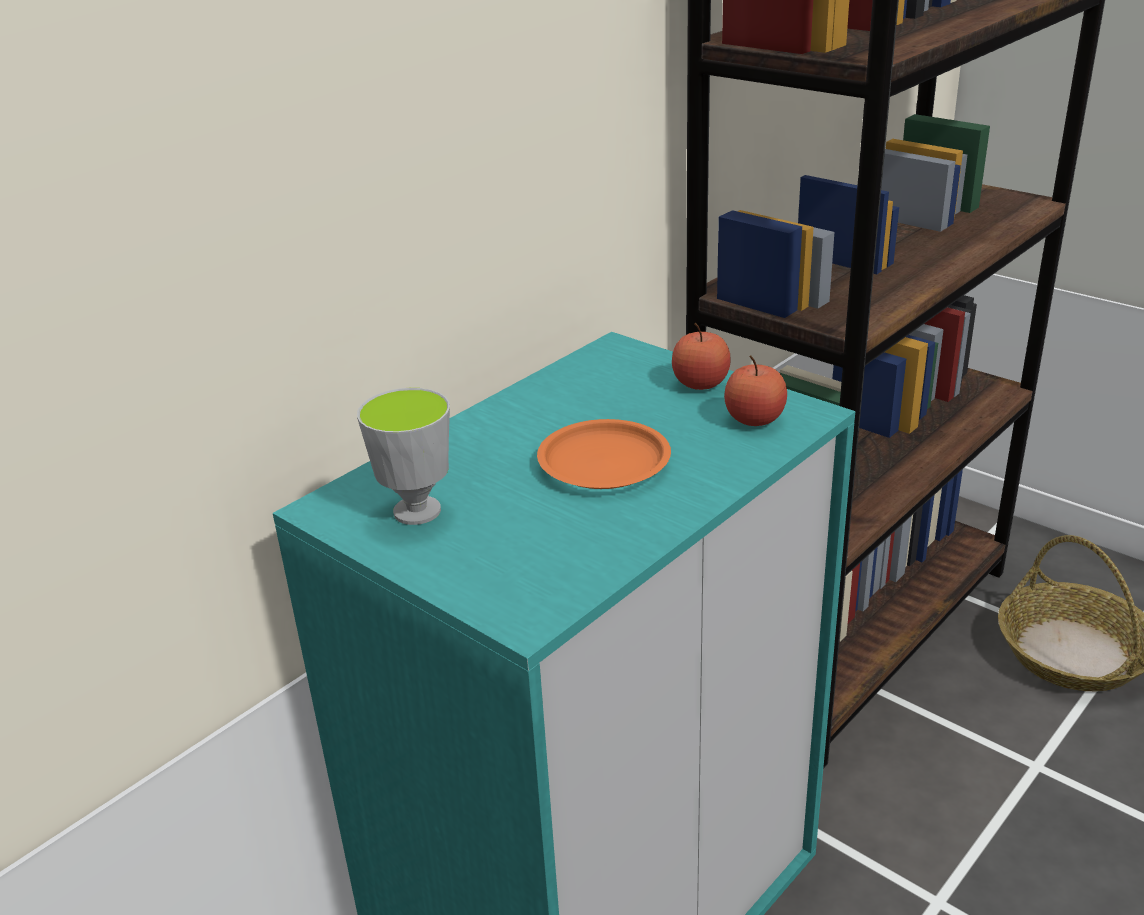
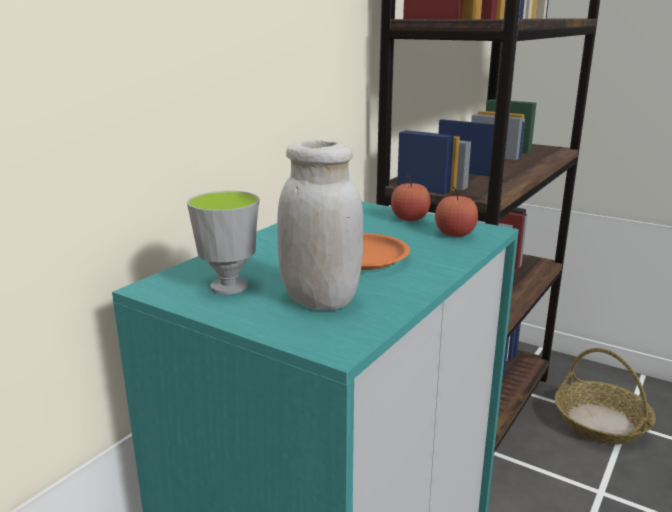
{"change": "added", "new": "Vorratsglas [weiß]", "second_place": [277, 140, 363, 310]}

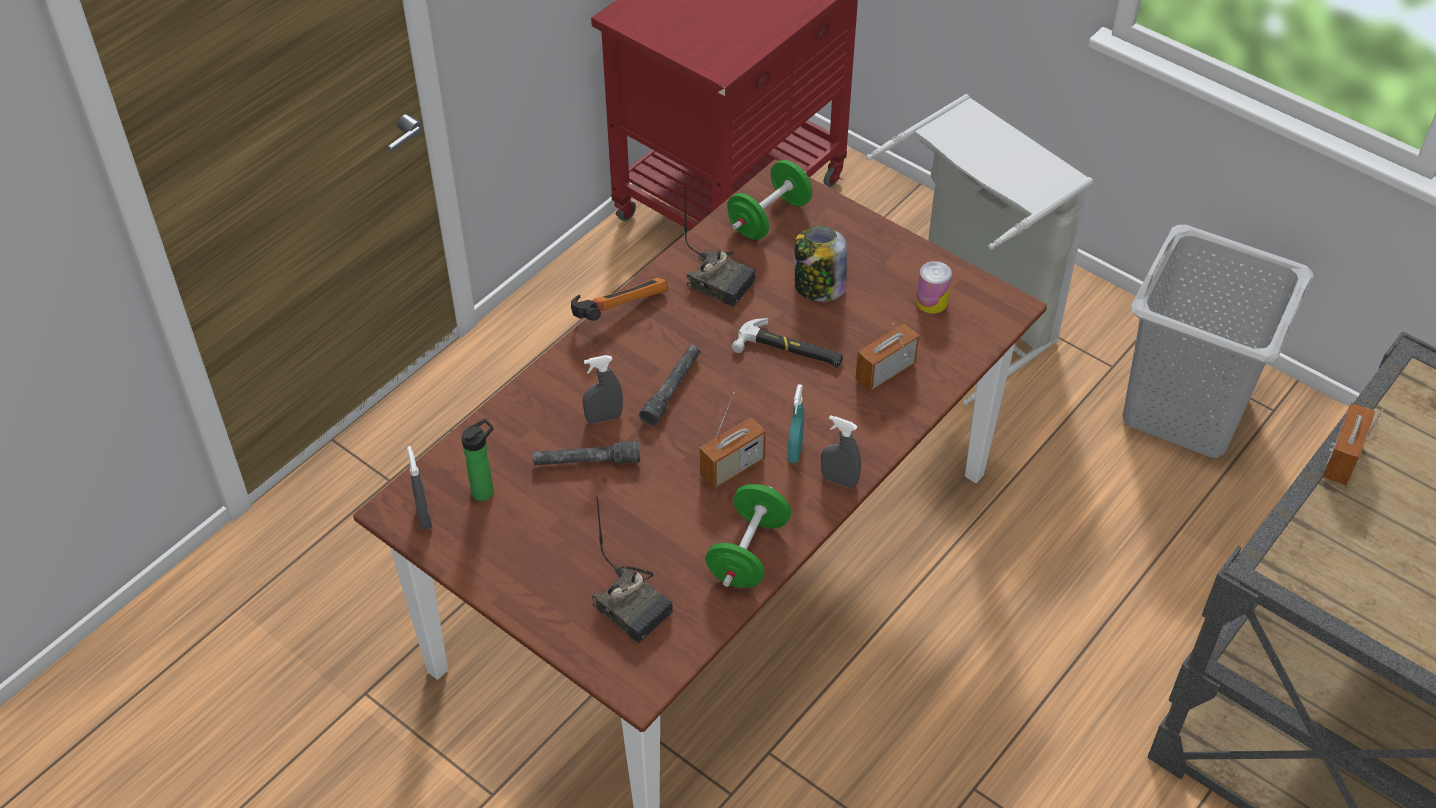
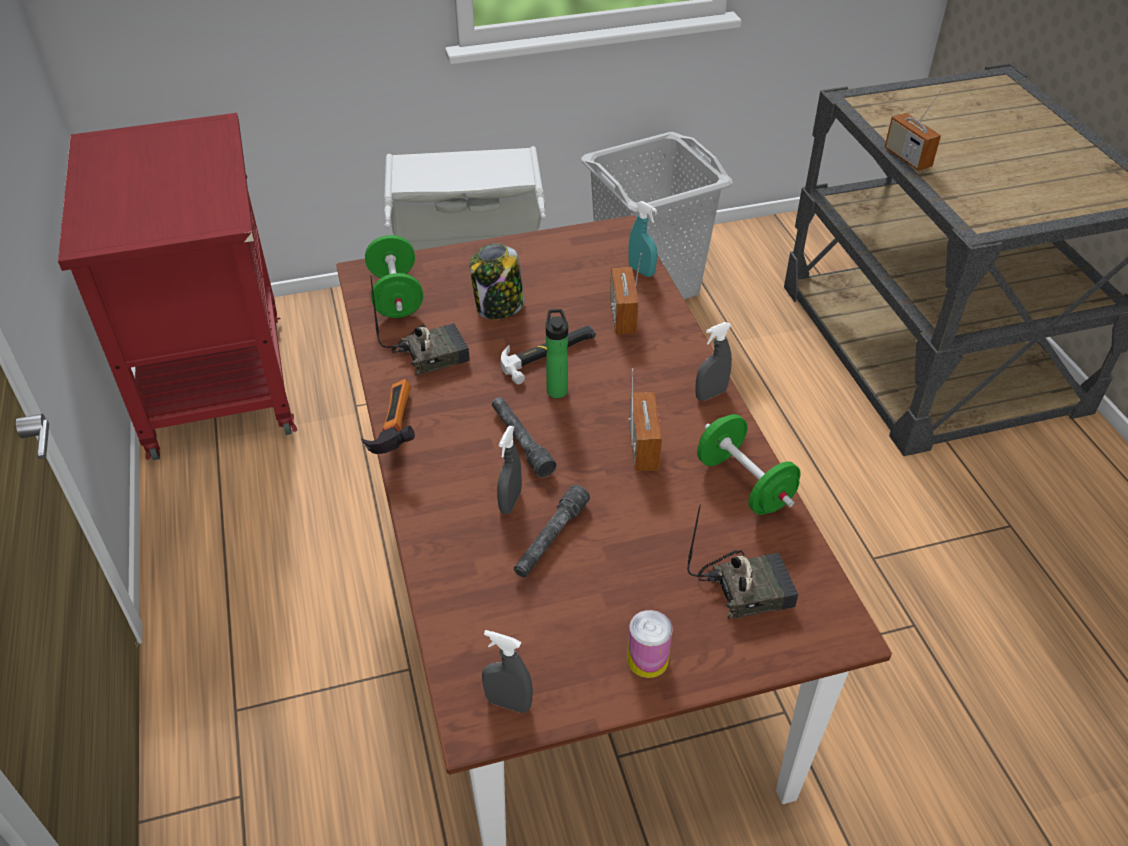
{"change": "moved", "old": "Flasche", "first_place": [461, 419, 494, 501], "second_place": [546, 309, 568, 398]}
{"change": "moved", "old": "Sprühflasche [türkis]", "first_place": [787, 384, 804, 463], "second_place": [628, 201, 657, 277]}
{"change": "moved", "old": "Dose", "first_place": [916, 261, 952, 314], "second_place": [627, 610, 673, 678]}

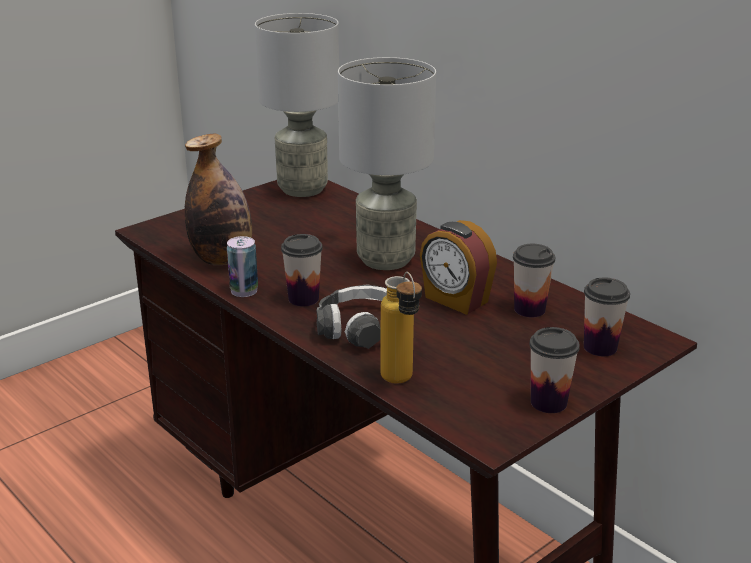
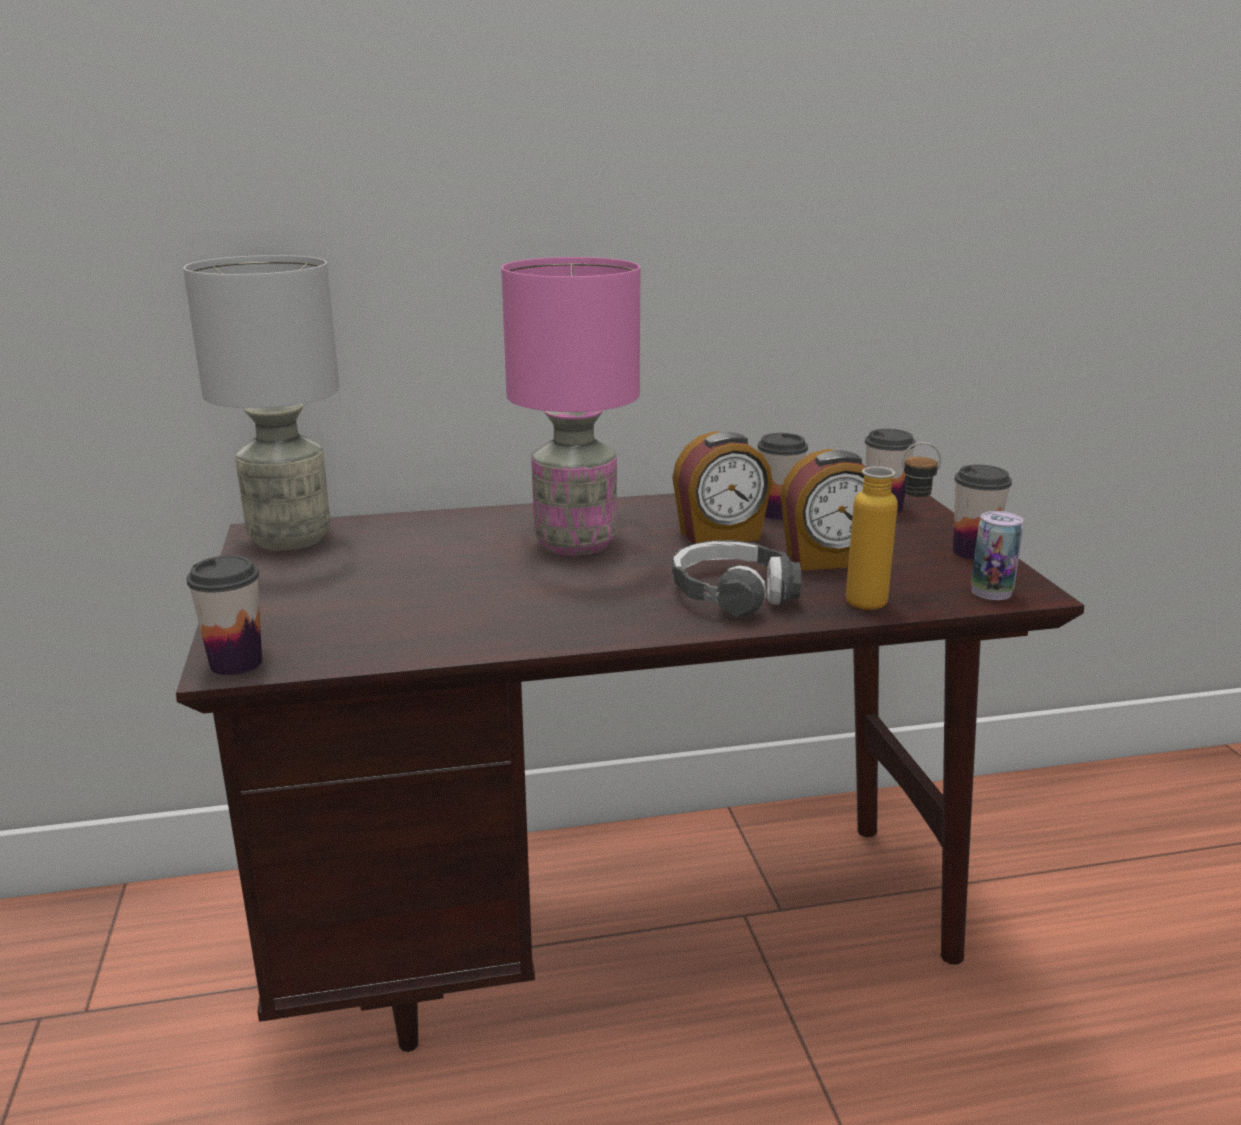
{"change": "removed", "old": "Flasche", "first_place": [185, 134, 252, 265]}
{"change": "moved", "old": "Dose", "first_place": [227, 236, 258, 297], "second_place": [971, 511, 1024, 600]}
{"change": "moved", "old": "Tasse", "first_place": [281, 234, 323, 306], "second_place": [186, 555, 262, 675]}
{"change": "recoloured", "old": "Tischlampe [grau]", "new": "Tischlampe [rosa]", "first_place": [338, 57, 436, 270], "second_place": [501, 257, 640, 556]}
{"change": "added", "new": "Wecker", "second_place": [780, 449, 866, 571]}

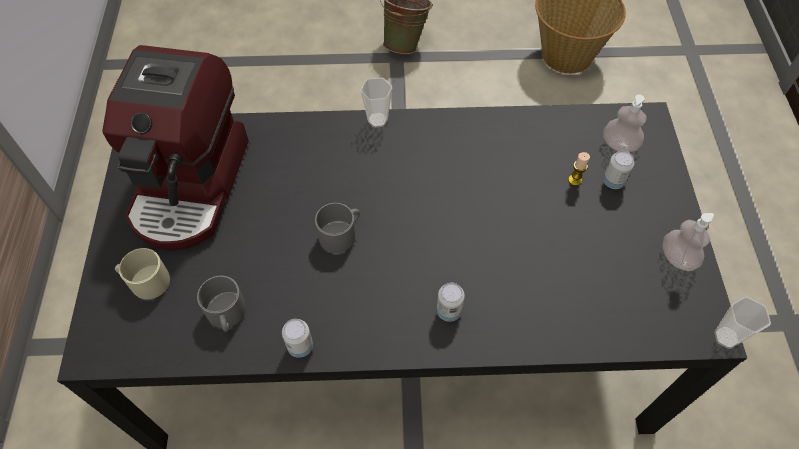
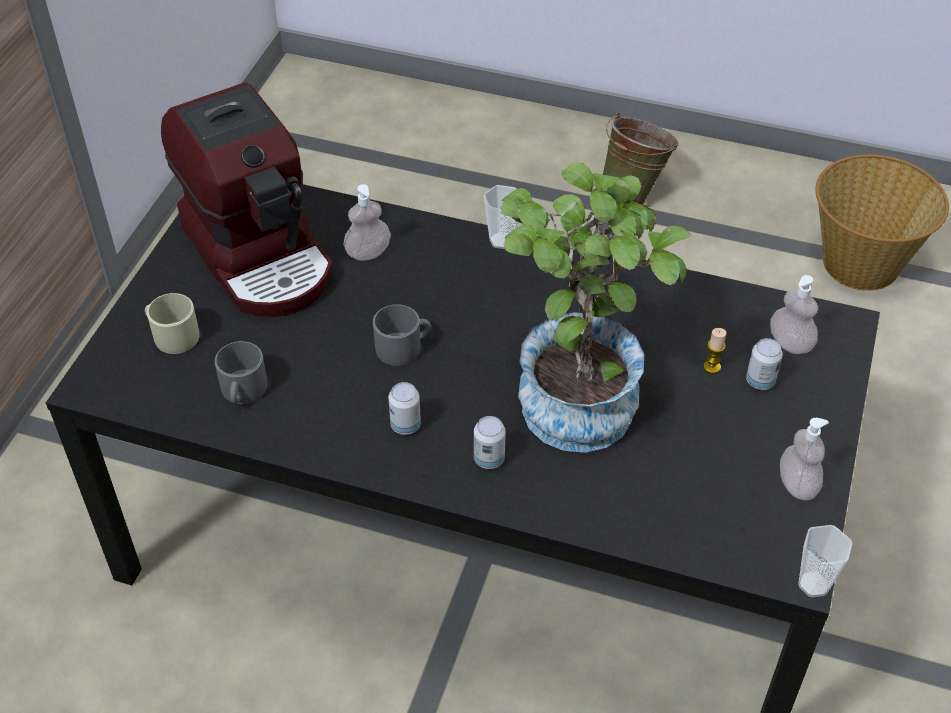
{"change": "turned", "old": "Kaffeemaschine", "first_place": [102, 45, 249, 251], "second_place": [161, 82, 333, 317], "degrees": -60}
{"change": "moved", "old": "Dose", "first_place": [282, 319, 313, 358], "second_place": [388, 382, 421, 435]}
{"change": "added", "new": "Seifenspender", "second_place": [343, 184, 391, 261]}
{"change": "added", "new": "Topfpflanze", "second_place": [500, 163, 691, 453]}

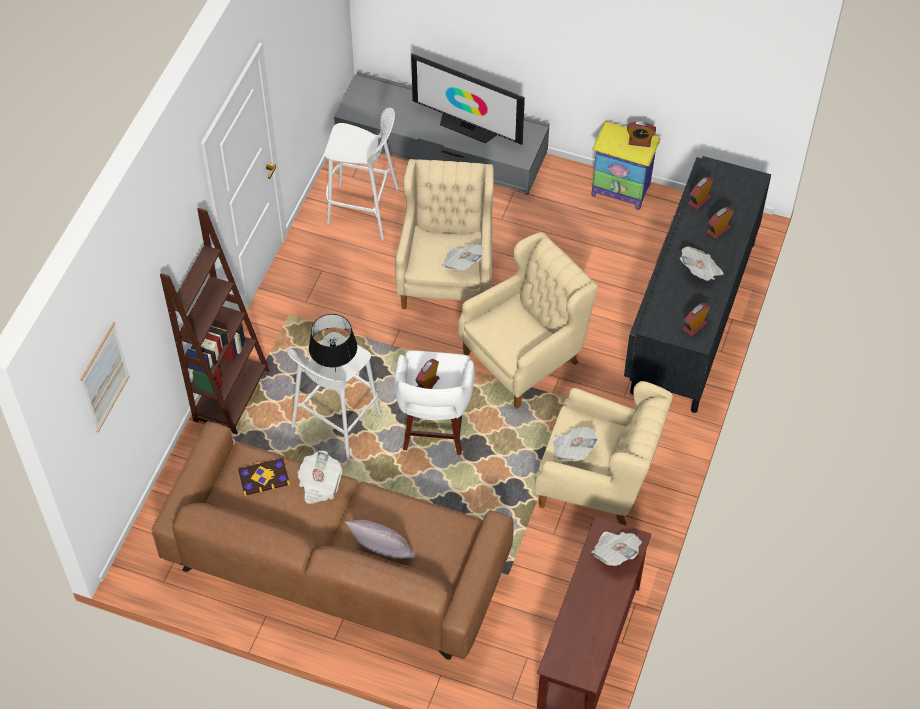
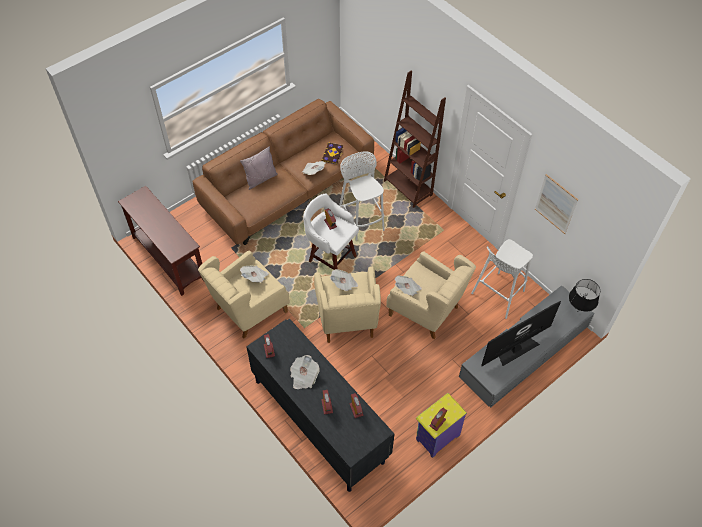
{"change": "moved", "old": "Bild", "first_place": [80, 322, 130, 432], "second_place": [535, 174, 578, 234]}
{"change": "moved", "old": "Tischlampe [schwarz]", "first_place": [309, 314, 357, 372], "second_place": [569, 279, 600, 313]}
{"change": "moved", "old": "Zeitung", "first_place": [591, 531, 642, 566], "second_place": [330, 269, 358, 291]}

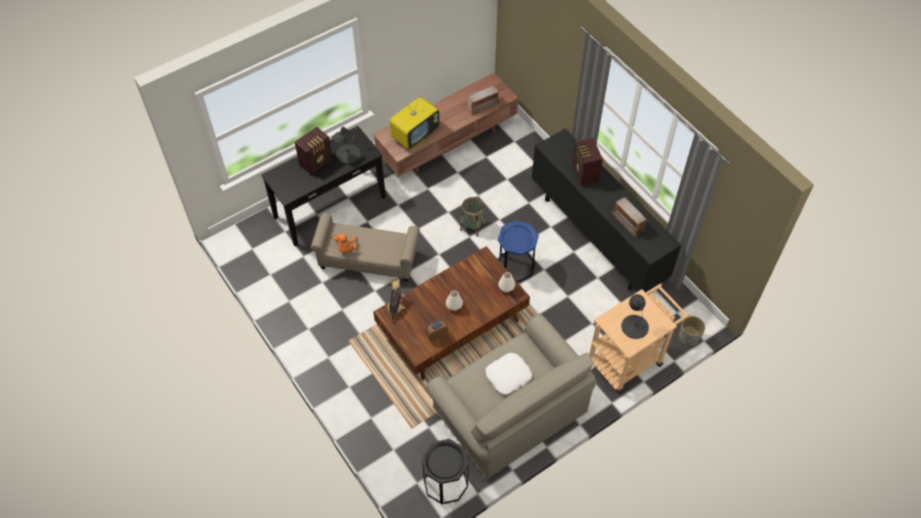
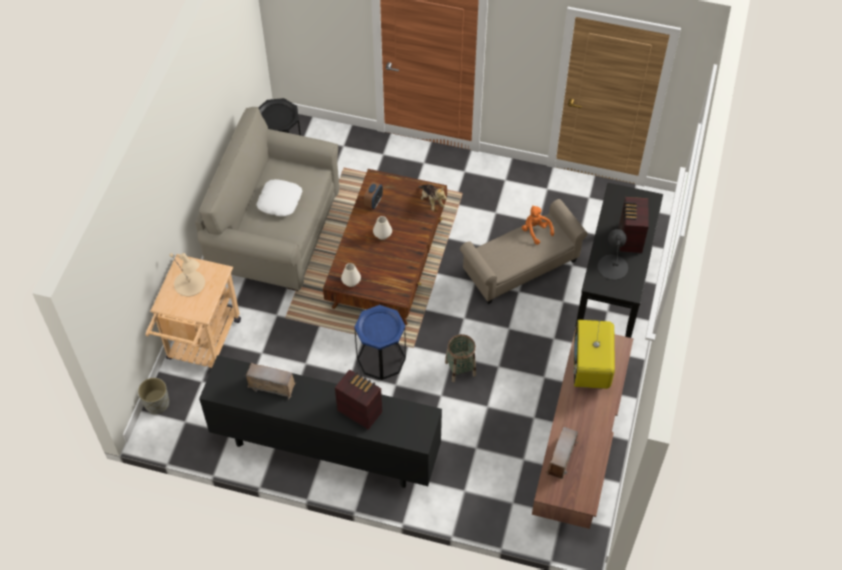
{"change": "recoloured", "old": "Tischlampe [schwarz]", "new": "Tischlampe [beige]", "first_place": [621, 294, 649, 339], "second_place": [169, 253, 205, 296]}

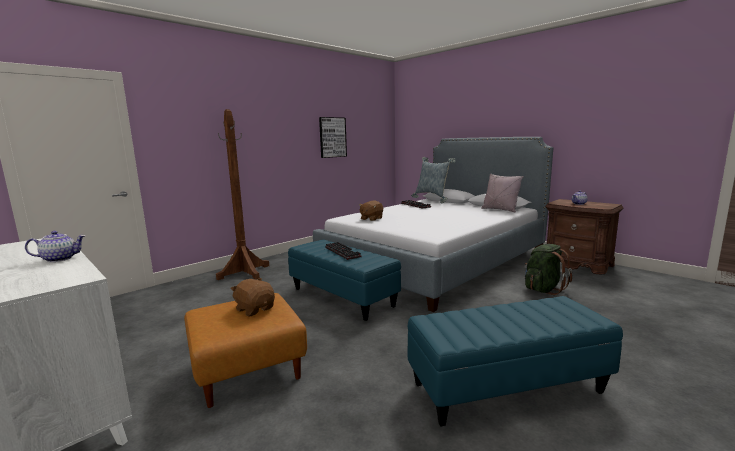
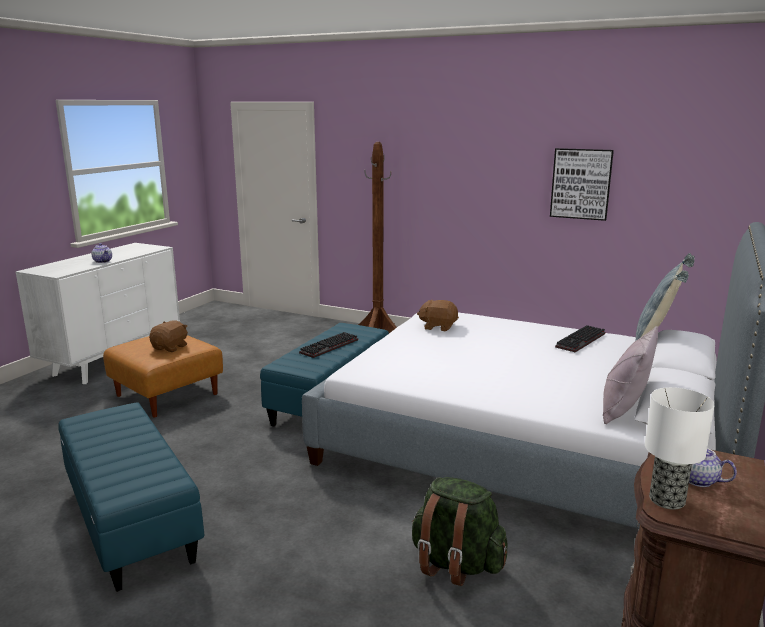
{"change": "added", "new": "Tischlampe", "second_place": [645, 387, 715, 510]}

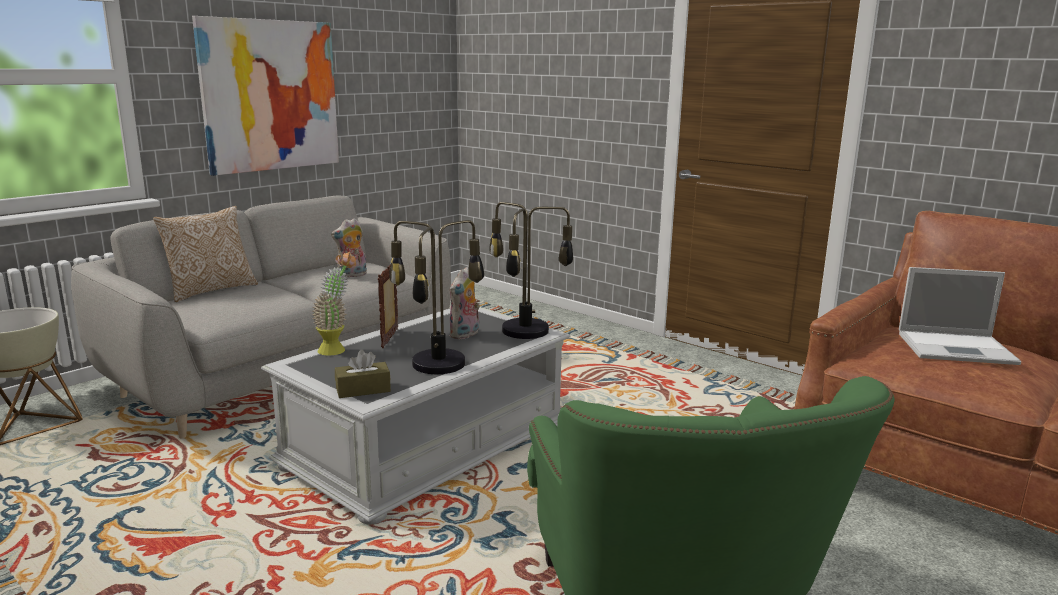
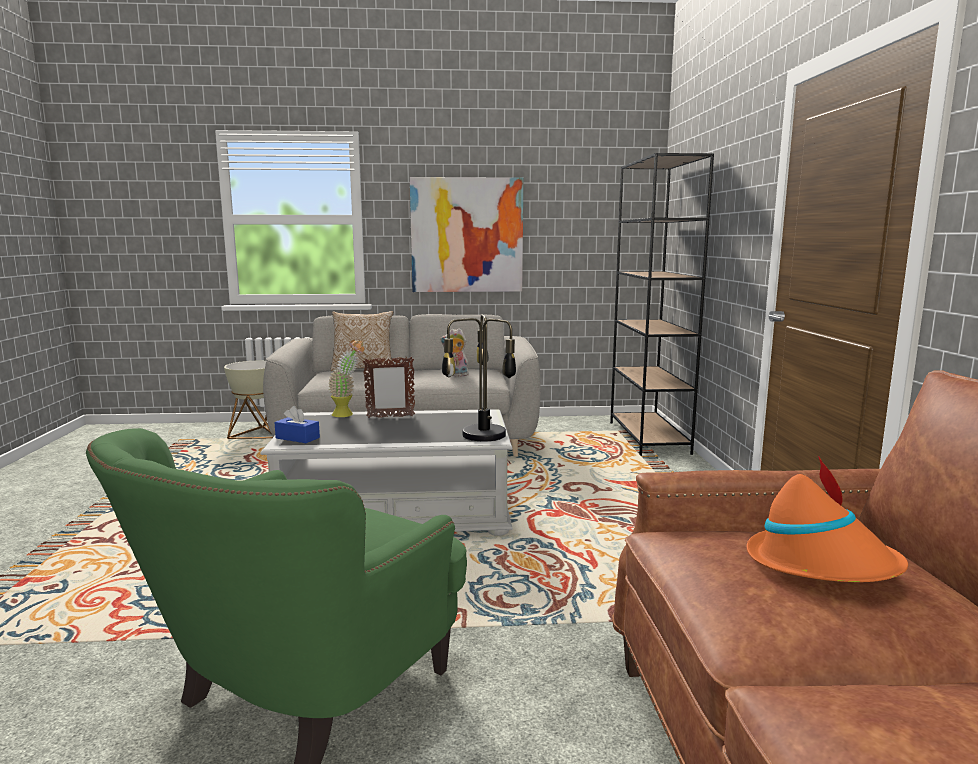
{"change": "recoloured", "old": "Taschentuchbox [braun]", "new": "Taschentuchbox [blau]", "first_place": [335, 350, 391, 398], "second_place": [274, 406, 320, 443]}
{"change": "turned", "old": "Bilderrahmen", "first_place": [378, 264, 398, 348], "second_place": [363, 357, 415, 418], "degrees": -150}
{"change": "removed", "old": "Tischlampe", "first_place": [389, 220, 484, 374]}
{"change": "removed", "old": "Plüschtier", "first_place": [449, 267, 480, 339]}
{"change": "replaced", "old": "Laptop", "new": "Hut [orange]", "first_place": [899, 267, 1021, 365], "second_place": [747, 456, 908, 582]}
{"change": "added", "new": "Bücherregal [beige]", "second_place": [610, 153, 714, 456]}

